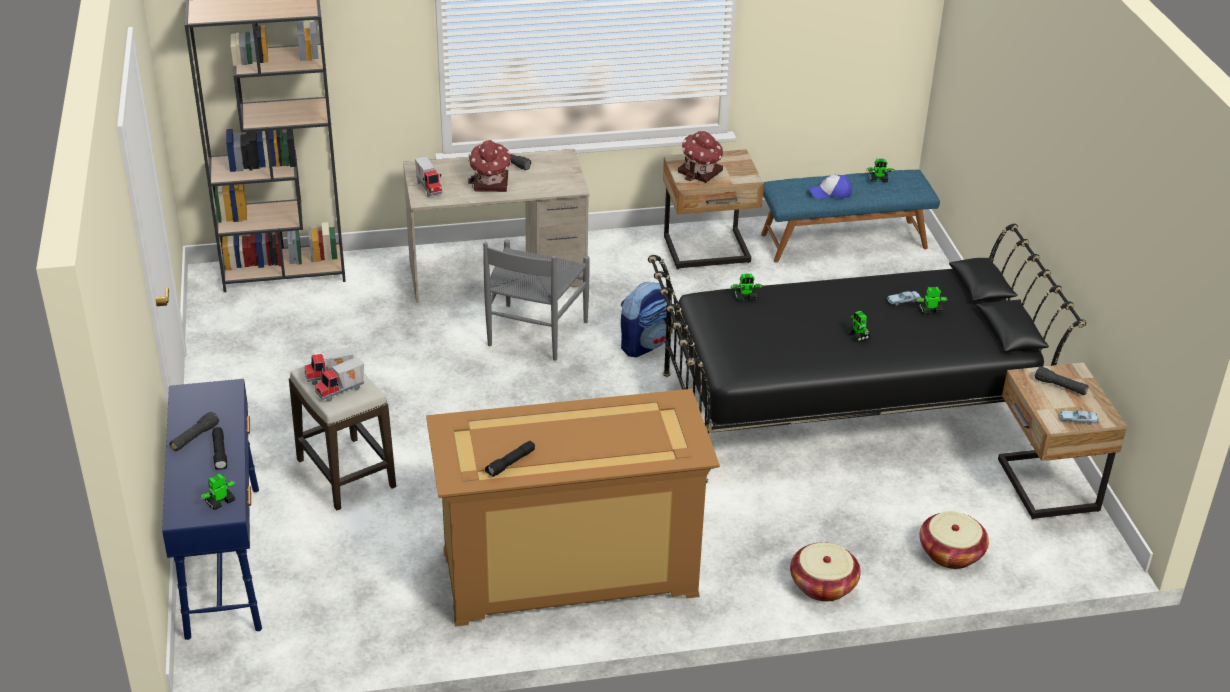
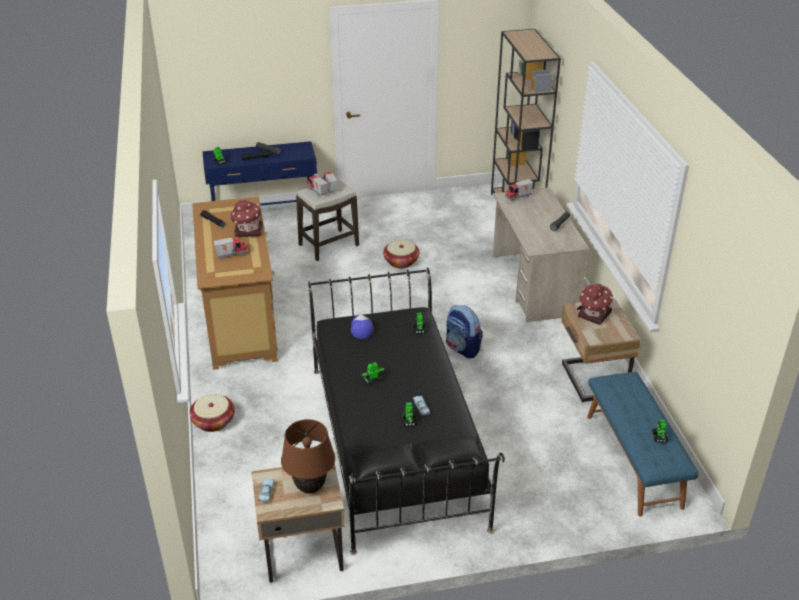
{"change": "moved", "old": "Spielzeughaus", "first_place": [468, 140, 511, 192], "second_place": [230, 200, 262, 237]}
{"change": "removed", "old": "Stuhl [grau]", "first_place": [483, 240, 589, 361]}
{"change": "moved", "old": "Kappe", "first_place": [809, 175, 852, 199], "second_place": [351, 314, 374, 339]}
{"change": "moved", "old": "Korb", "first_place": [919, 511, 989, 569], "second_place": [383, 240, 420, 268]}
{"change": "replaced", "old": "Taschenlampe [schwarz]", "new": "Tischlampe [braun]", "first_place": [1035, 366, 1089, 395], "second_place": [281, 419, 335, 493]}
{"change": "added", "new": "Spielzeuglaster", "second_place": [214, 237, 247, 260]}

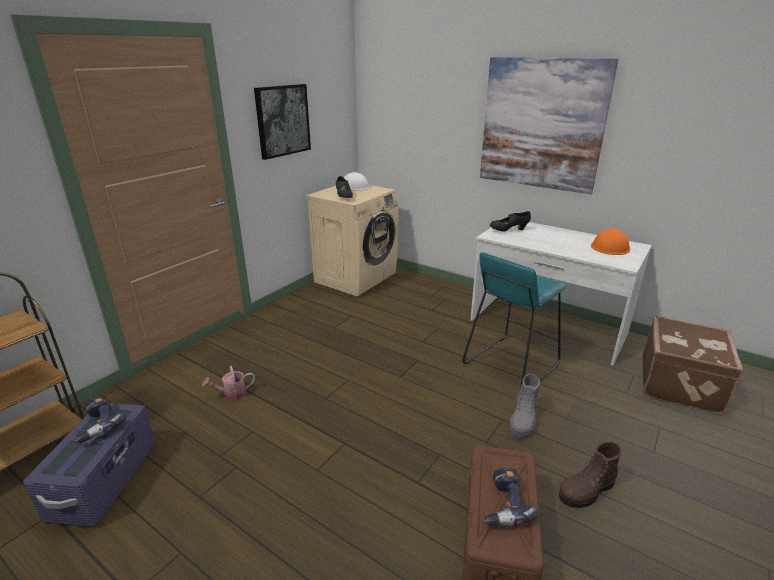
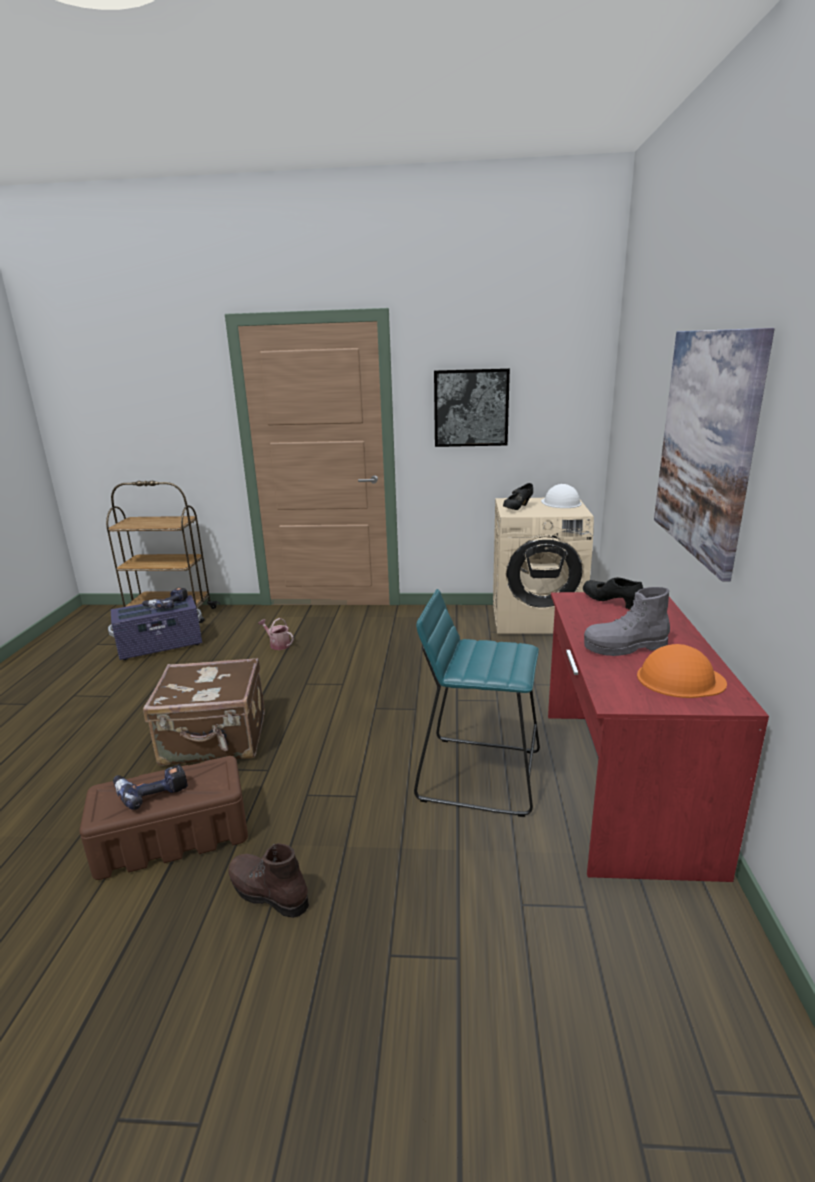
{"change": "recoloured", "old": "Schreibtisch [weiß]", "new": "Schreibtisch [rot]", "first_place": [470, 222, 652, 366], "second_place": [548, 592, 769, 882]}
{"change": "moved", "old": "Stiefel [grau]", "first_place": [509, 374, 540, 439], "second_place": [584, 587, 670, 656]}
{"change": "moved", "old": "Koffer [braun]", "first_place": [643, 316, 744, 415], "second_place": [143, 657, 265, 766]}

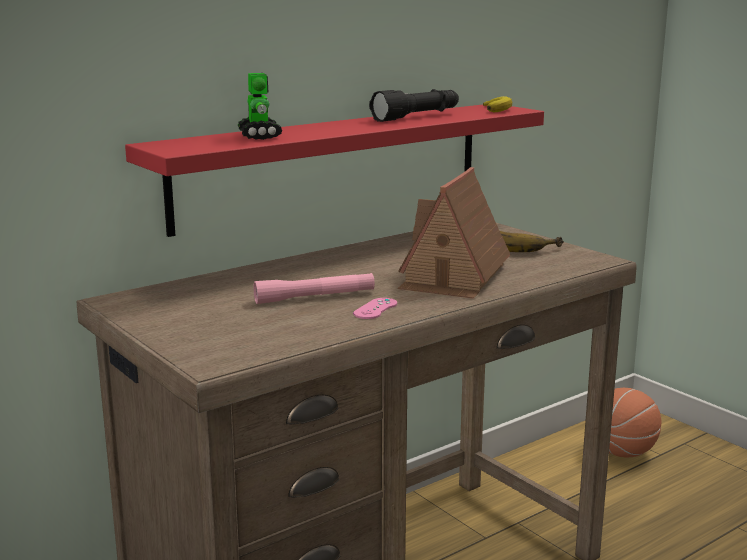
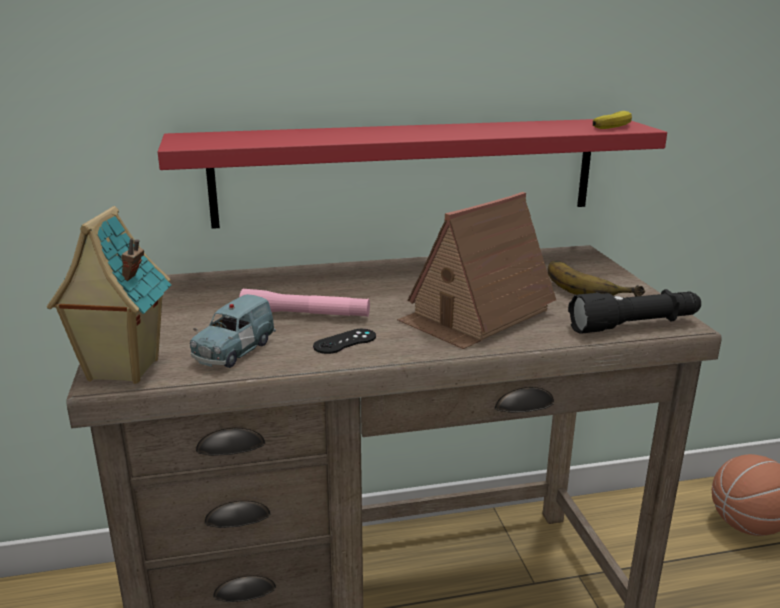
{"change": "removed", "old": "Spielzeugroboter", "first_place": [238, 73, 282, 140]}
{"change": "recoloured", "old": "Gamepad [rosa]", "new": "Gamepad [schwarz]", "first_place": [353, 298, 397, 319], "second_place": [313, 329, 376, 354]}
{"change": "moved", "old": "Taschenlampe [schwarz]", "first_place": [369, 89, 459, 122], "second_place": [568, 289, 701, 334]}
{"change": "added", "new": "Spielzeughaus", "second_place": [47, 206, 172, 384]}
{"change": "added", "new": "Spielzeugauto [blau]", "second_place": [190, 294, 276, 368]}

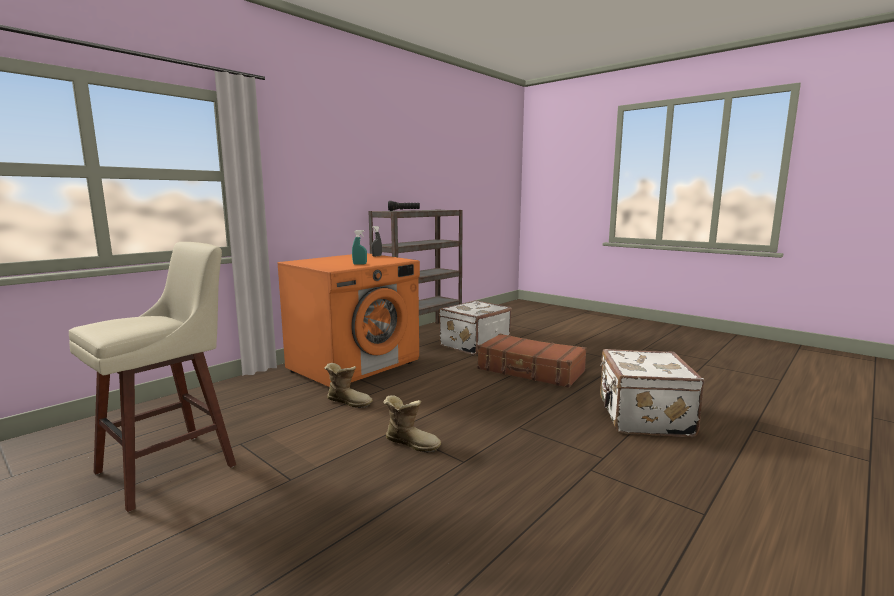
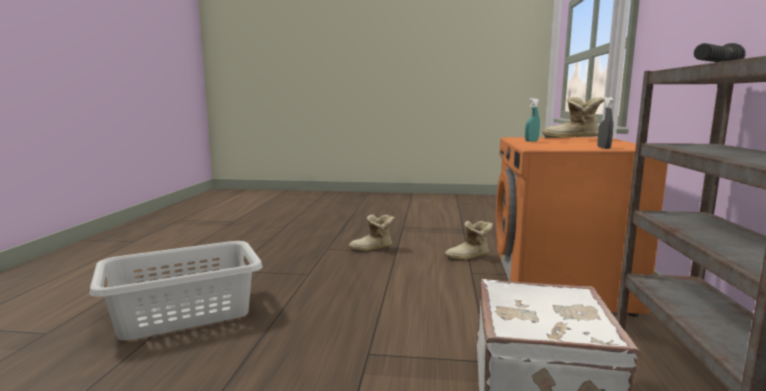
{"change": "removed", "old": "Hocker [beige]", "first_place": [69, 242, 236, 512]}
{"change": "removed", "old": "Koffer [braun]", "first_place": [477, 334, 587, 388]}
{"change": "replaced", "old": "Koffer [weiß]", "new": "Wäschekorb [grau]", "first_place": [600, 349, 705, 437], "second_place": [89, 241, 263, 341]}
{"change": "added", "new": "Stiefel", "second_place": [542, 97, 605, 138]}

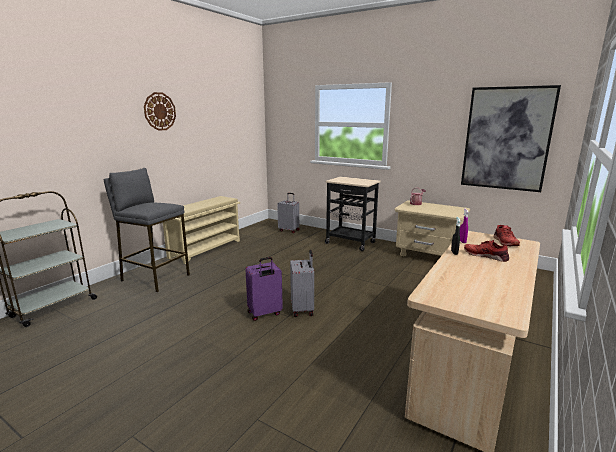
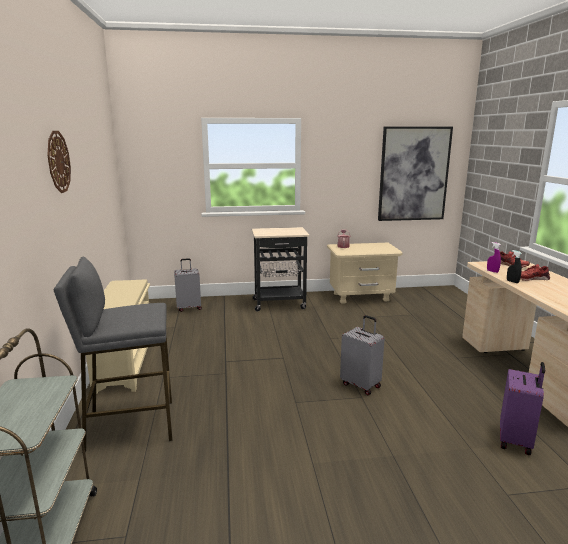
{"change": "moved", "old": "Koffer [lila]", "first_place": [245, 257, 283, 321], "second_place": [500, 362, 545, 455]}

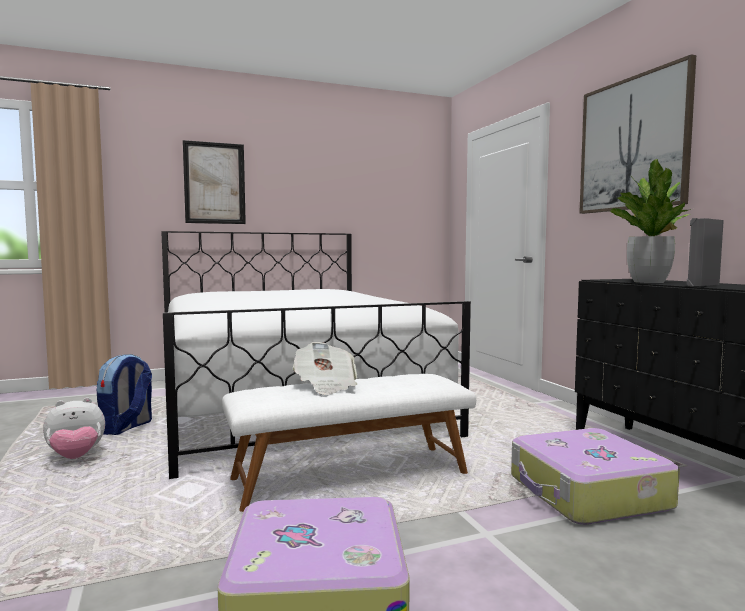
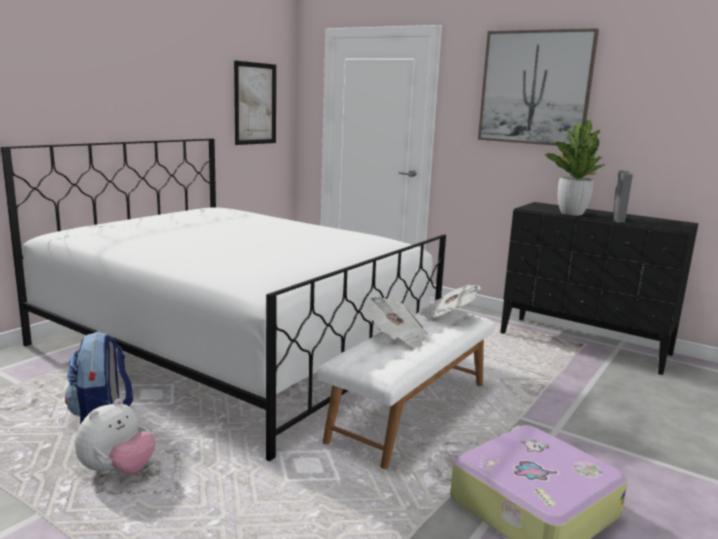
{"change": "moved", "old": "Bild", "first_place": [183, 140, 246, 224], "second_place": [234, 61, 276, 145]}
{"change": "removed", "old": "Koffer", "first_place": [511, 428, 680, 525]}
{"change": "added", "new": "Zeitung", "second_place": [418, 285, 481, 320]}

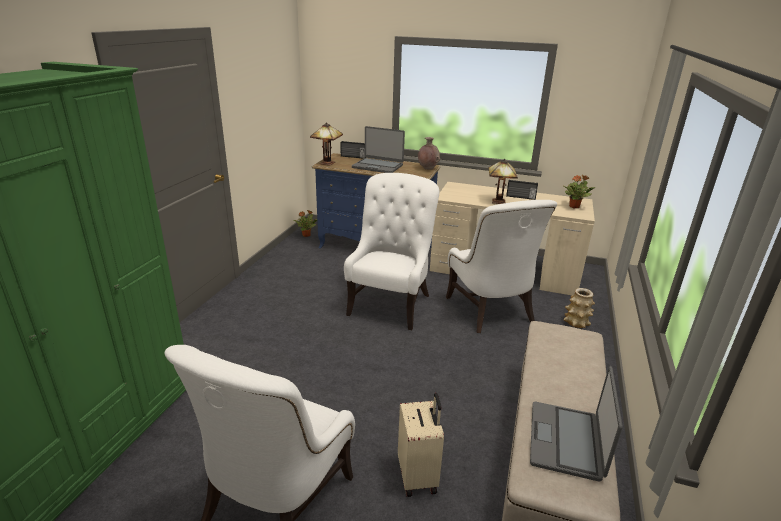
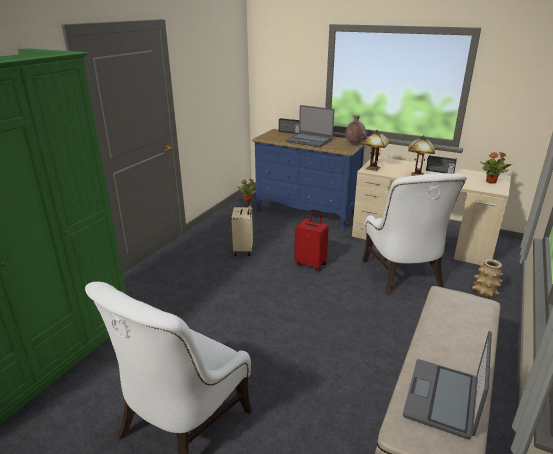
{"change": "moved", "old": "Tischlampe", "first_place": [310, 122, 343, 165], "second_place": [361, 130, 391, 171]}
{"change": "replaced", "old": "Stuhl [weiß]", "new": "Koffer [rot]", "first_place": [344, 173, 440, 330], "second_place": [294, 209, 329, 272]}
{"change": "moved", "old": "Koffer [beige]", "first_place": [398, 393, 444, 497], "second_place": [231, 199, 253, 256]}

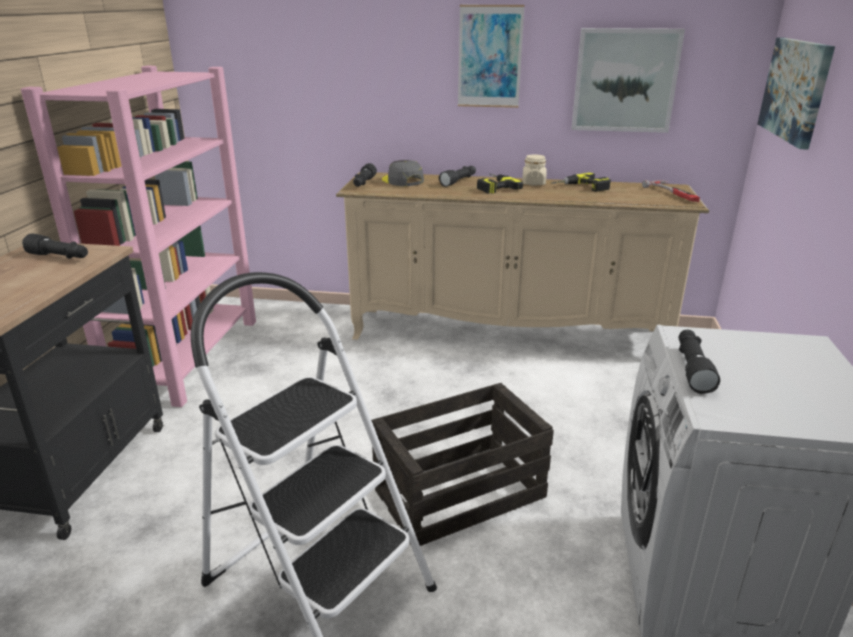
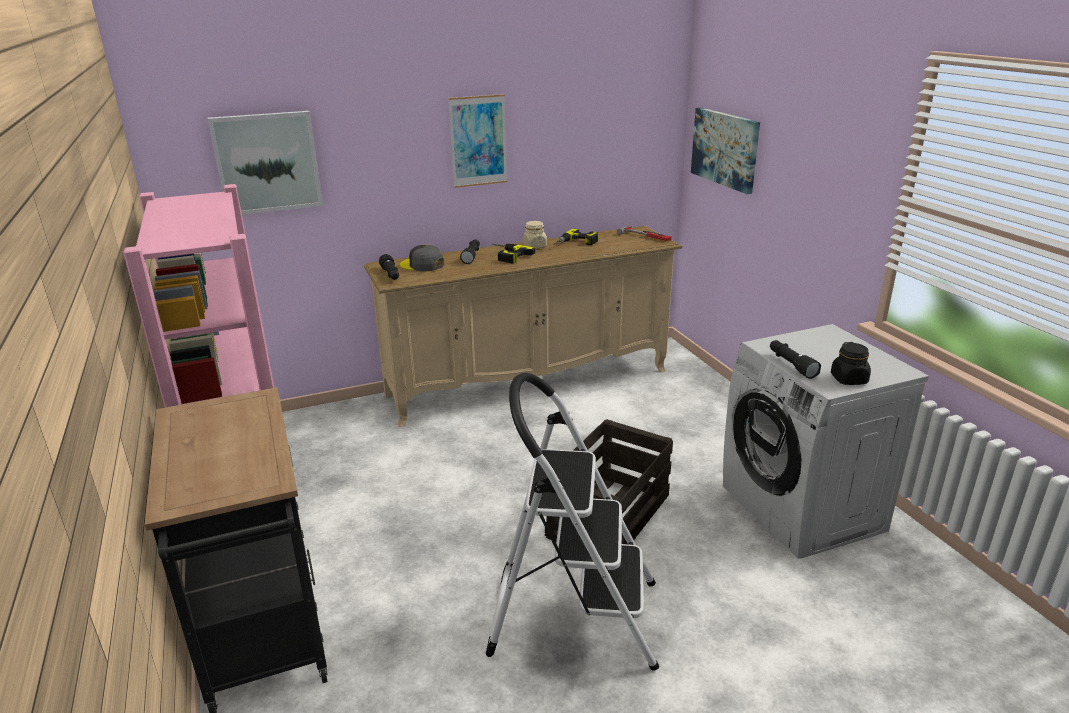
{"change": "removed", "old": "Taschenlampe [schwarz]", "first_place": [22, 233, 88, 259]}
{"change": "moved", "old": "Bild", "first_place": [571, 28, 685, 133], "second_place": [208, 111, 323, 215]}
{"change": "added", "new": "Vorratsglas [schwarz]", "second_place": [831, 342, 871, 385]}

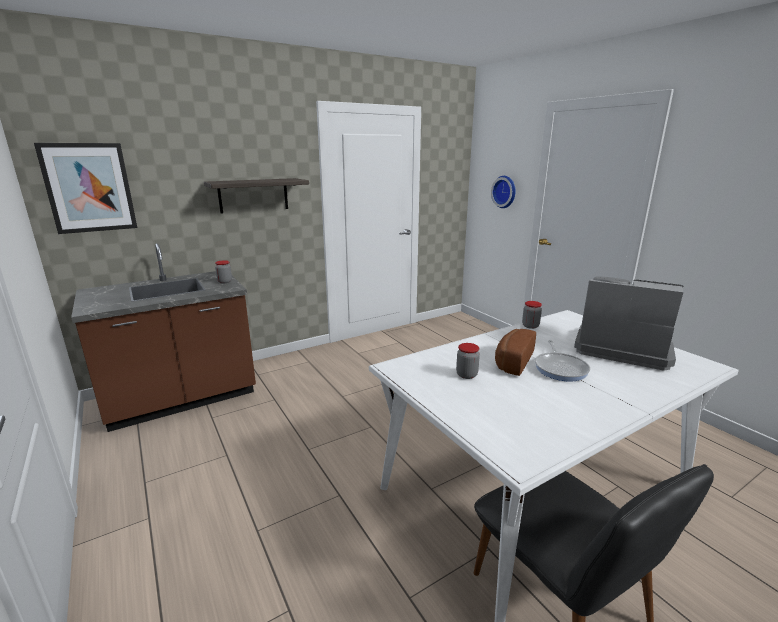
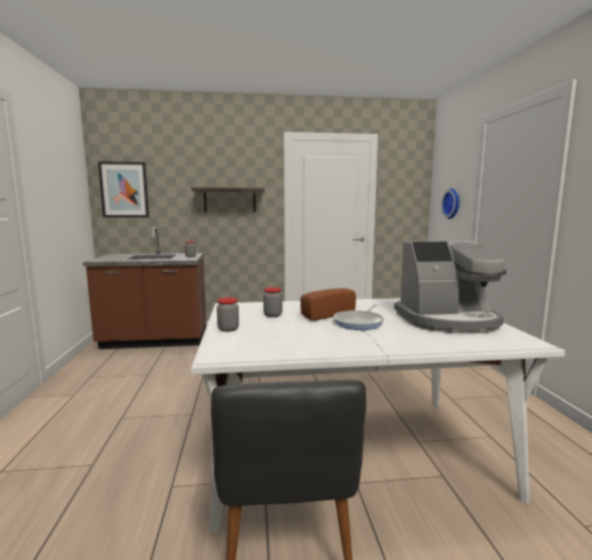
{"change": "moved", "old": "Vorratsglas", "first_place": [522, 301, 542, 329], "second_place": [217, 297, 239, 332]}
{"change": "turned", "old": "Kaffeemaschine", "first_place": [574, 276, 683, 371], "second_place": [394, 241, 506, 334], "degrees": 120}

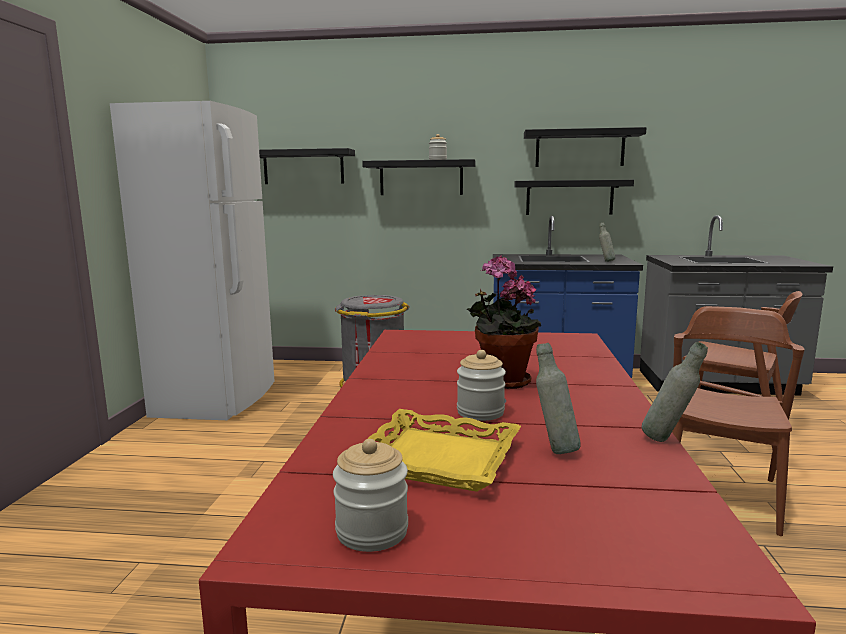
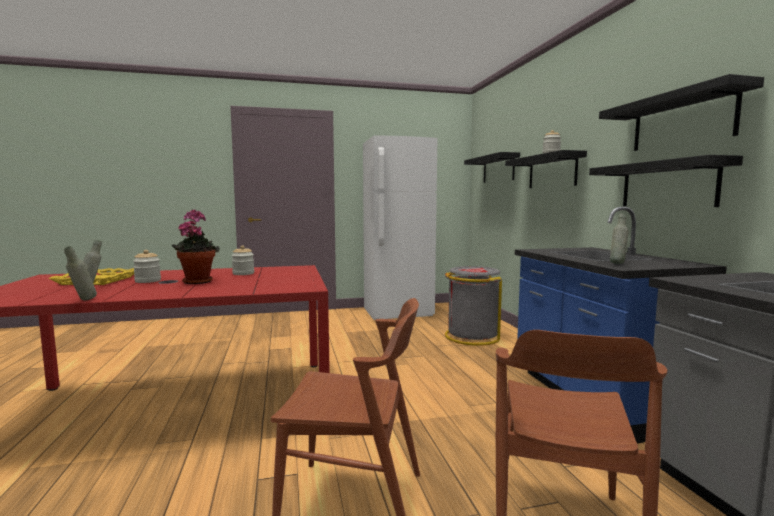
{"change": "moved", "old": "Vorratsglas", "first_place": [333, 439, 408, 552], "second_place": [232, 245, 254, 275]}

